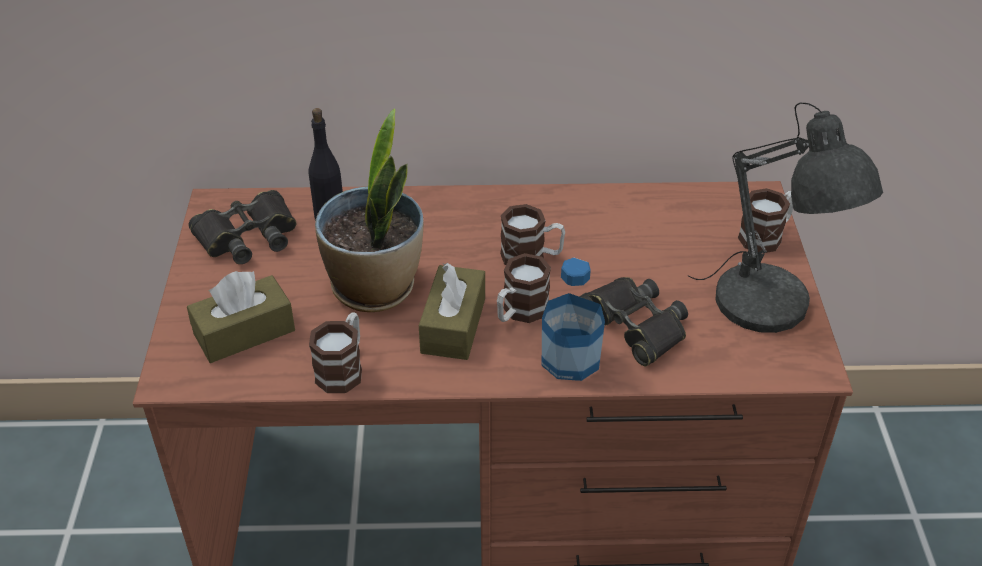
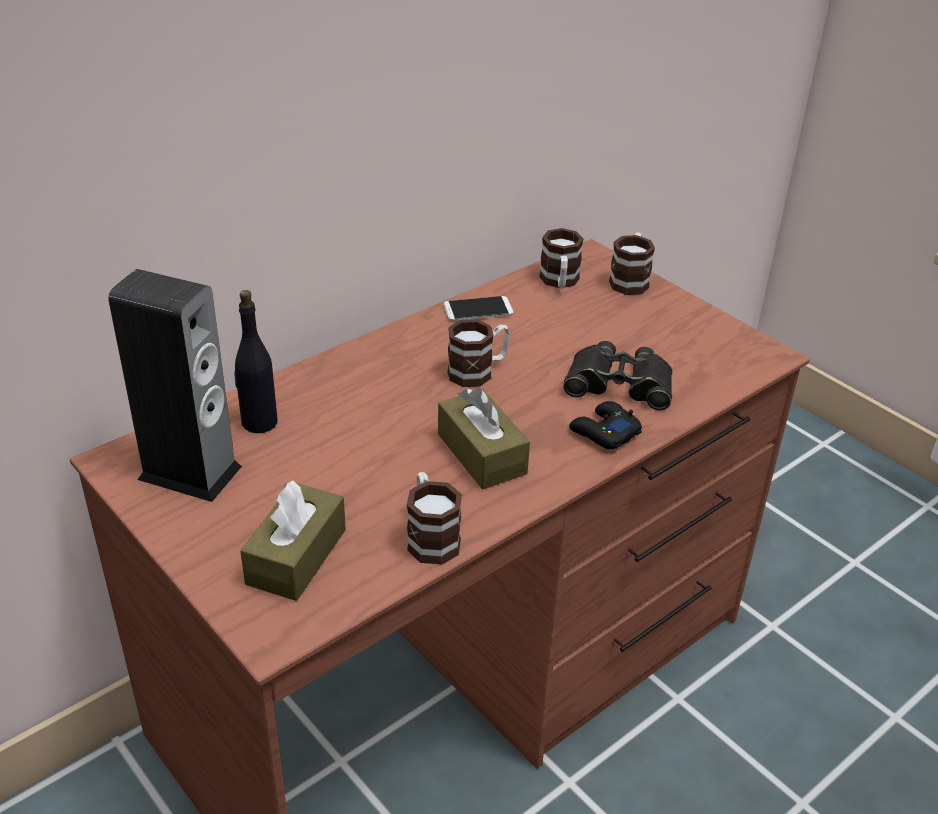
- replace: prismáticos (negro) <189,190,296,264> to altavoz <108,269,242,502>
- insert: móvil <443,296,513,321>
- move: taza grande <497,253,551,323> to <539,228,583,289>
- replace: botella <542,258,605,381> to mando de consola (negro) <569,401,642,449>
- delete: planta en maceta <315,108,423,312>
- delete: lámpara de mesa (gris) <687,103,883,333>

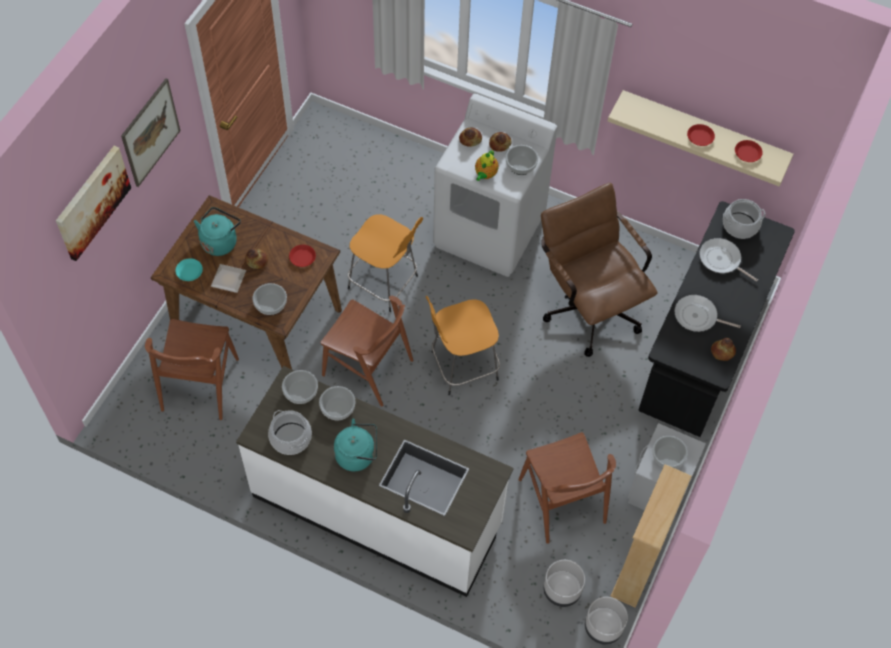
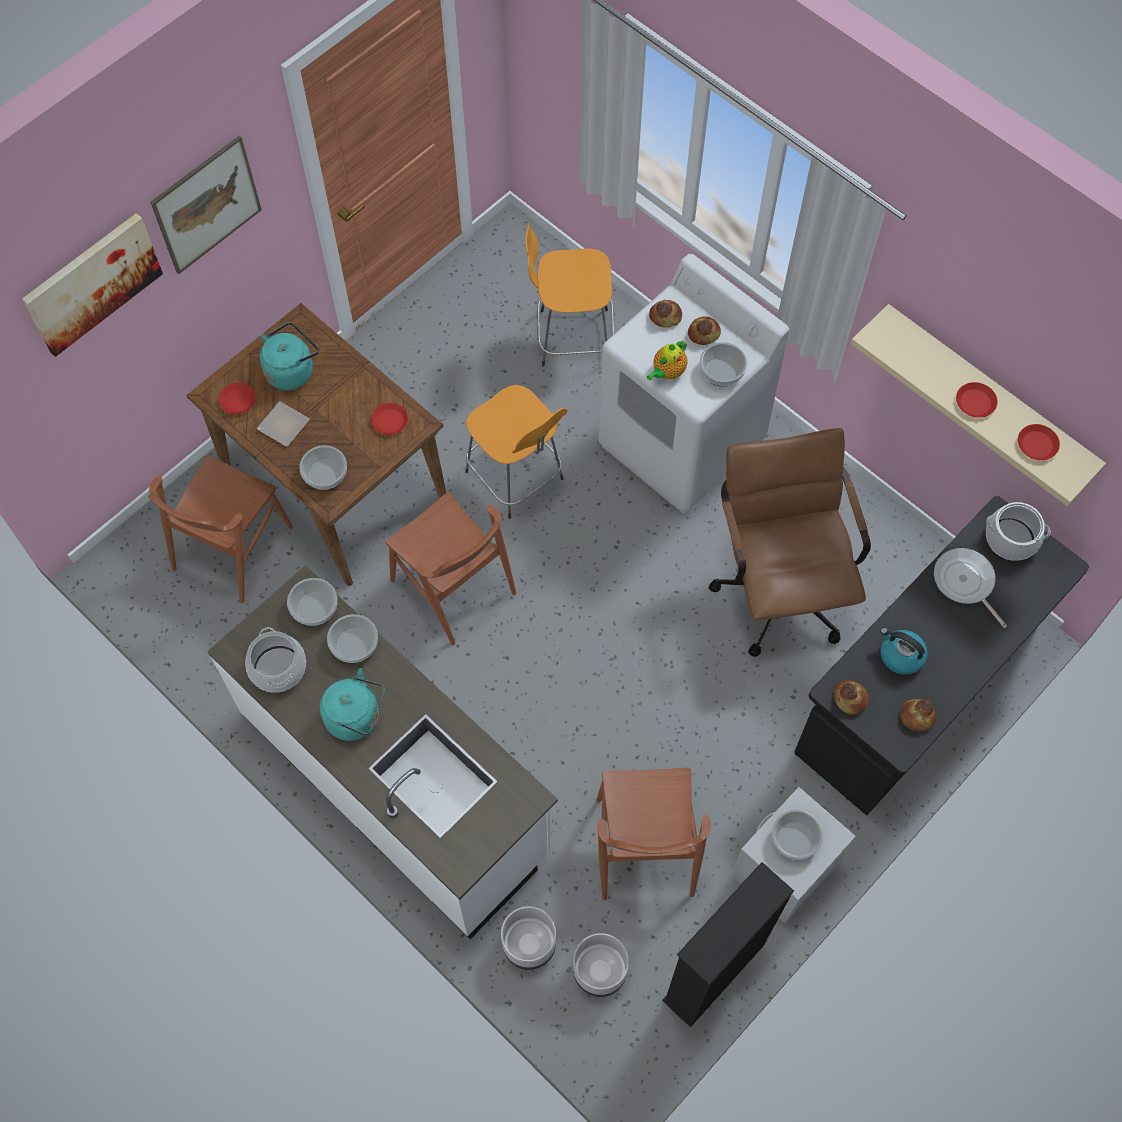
- recolor: plato (turquesa) <175,258,203,281> to plato (rojo) <219,383,256,414>
- move: maceta (gris) <585,597,628,645> to <501,906,556,970>
- move: taburete (naranja) <426,296,500,395> to <525,222,614,367>
- recolor: estantería (beis) <611,464,692,608> to estantería (negro) <662,862,794,1028>
- move: pan <245,248,268,269> to <834,680,869,715>
- replace: sartén <674,295,741,332> to hervidor <880,628,928,675>

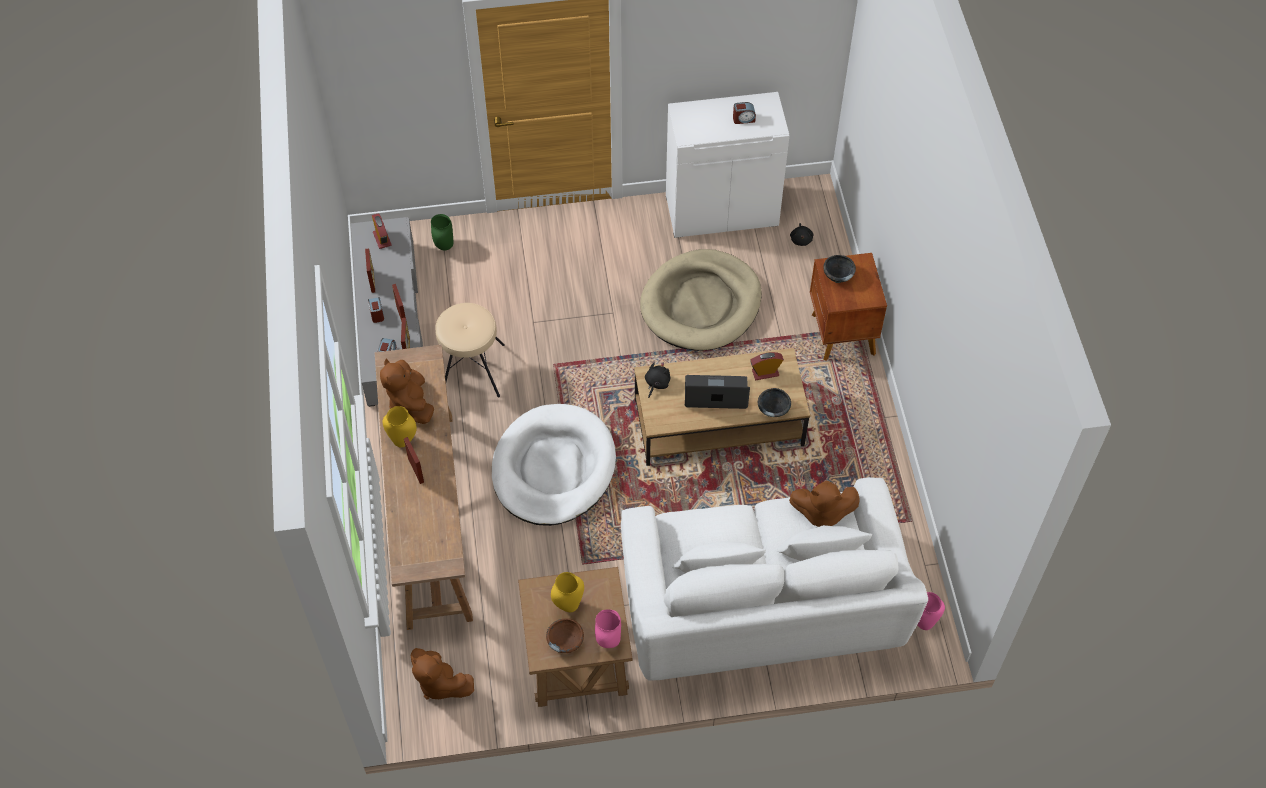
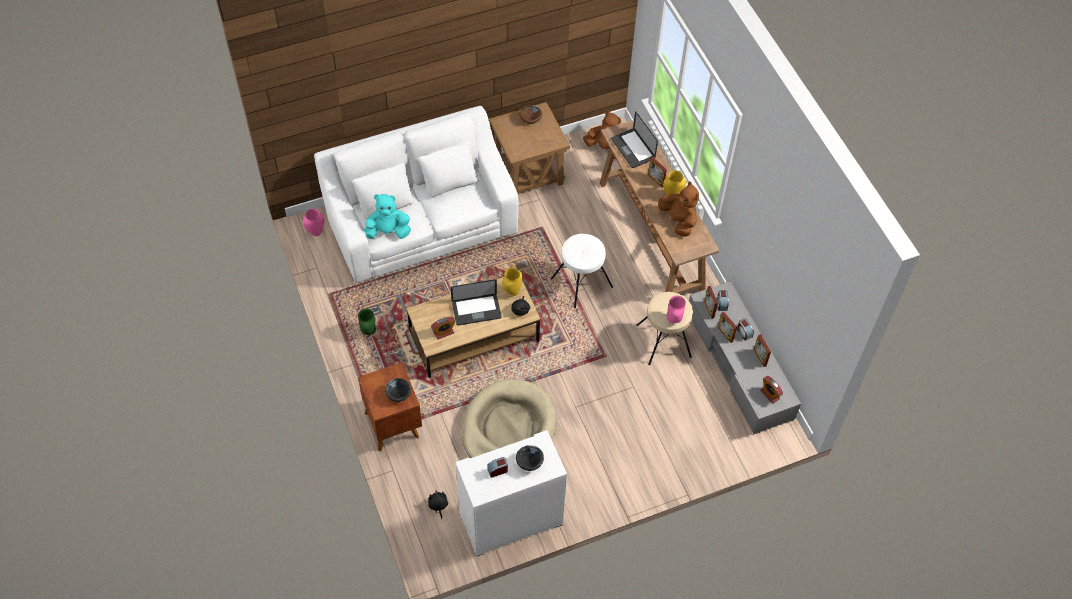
- move: florero (verde) <431,214,453,250> to <358,309,376,335>
- recolor: peluche (marrón) <789,481,860,527> to peluche (turquesa) <364,194,411,239>
- move: florero (amarillo) <551,572,584,612> to <502,268,523,296>
- move: cuenco (negro) <758,388,791,417> to <516,445,544,471>
- replace: cama para perro (blanco) <492,404,616,526> to taburete (blanco) <551,234,613,308>
- insert: portátil <611,111,658,168>
- move: florero (rosa) <595,609,621,648> to <667,296,686,323>

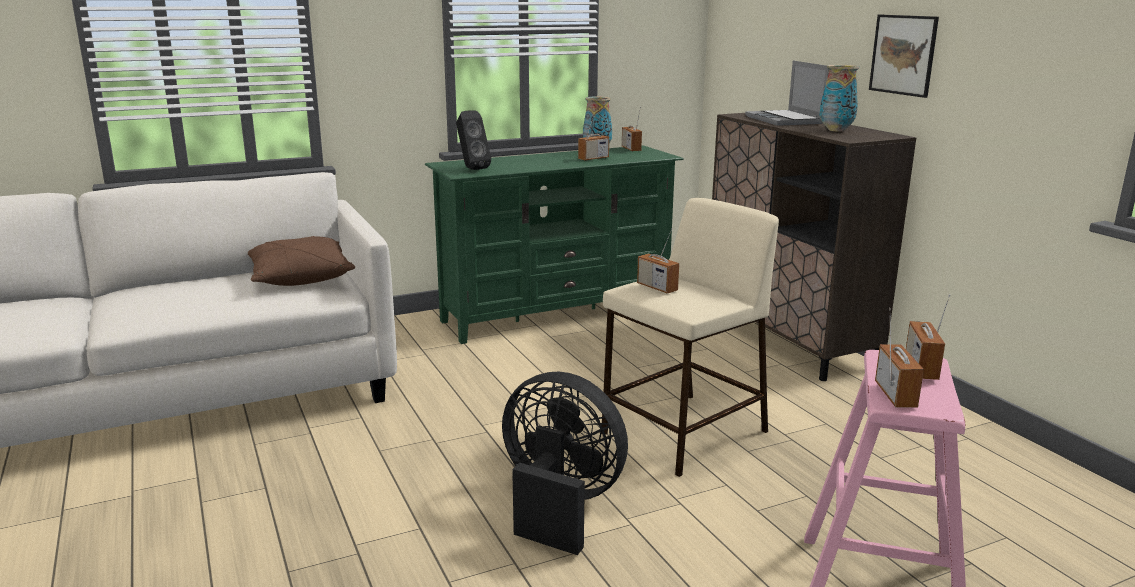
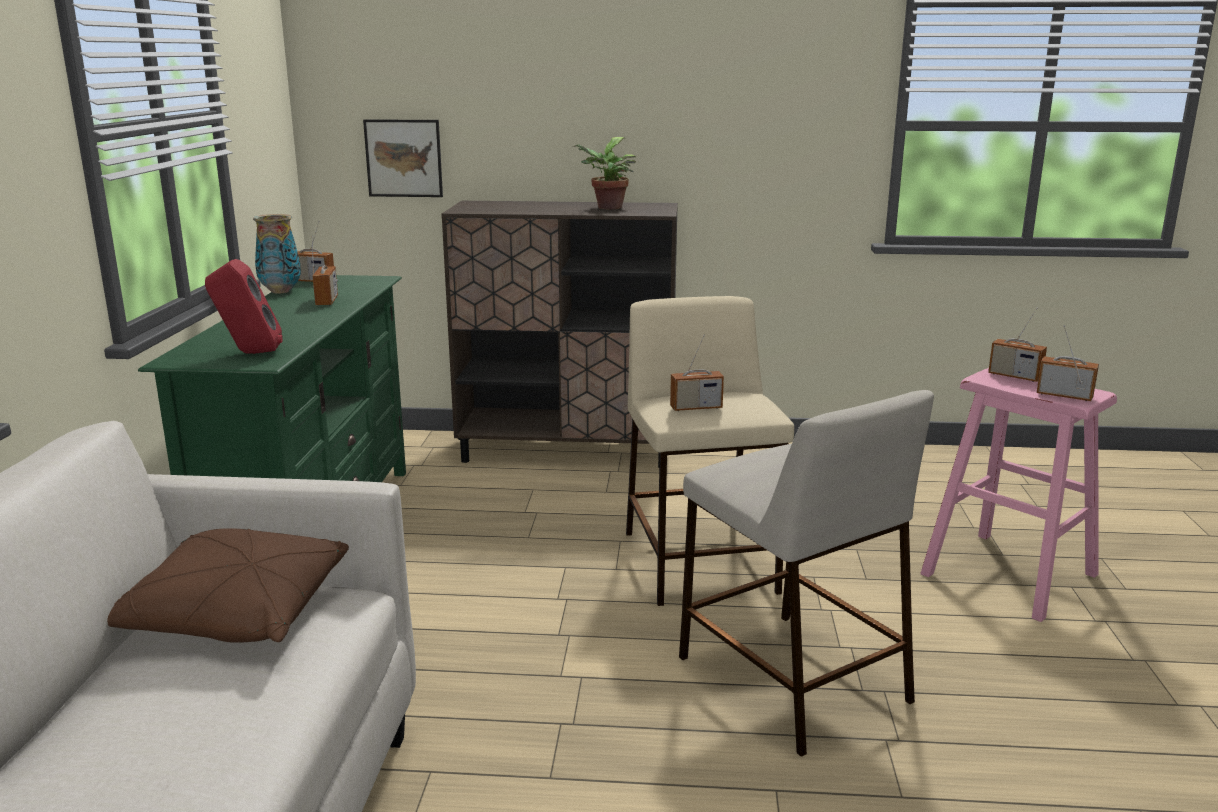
- recolor: altavoz (negro) <456,110,491,170> to altavoz (rojo) <205,259,282,354>
- move: cuadro <869,15,939,98> to <363,119,443,197>
- replace: florero <820,65,859,131> to planta en maceta <573,137,636,209>
- replace: ventilador (negro) <502,372,628,555> to taburete (beis) <679,390,934,757>
- delete: portátil <745,61,829,126>

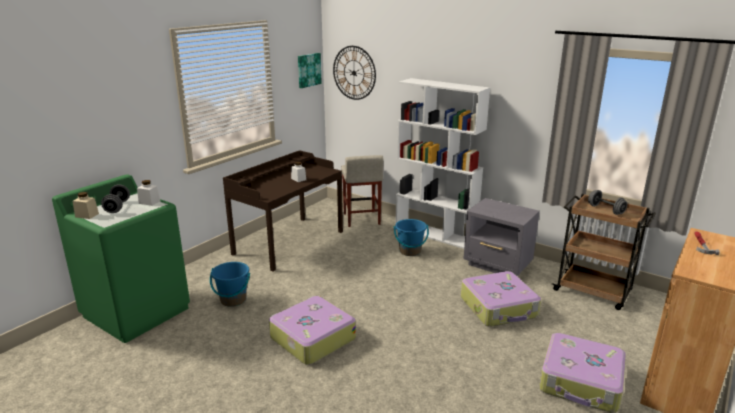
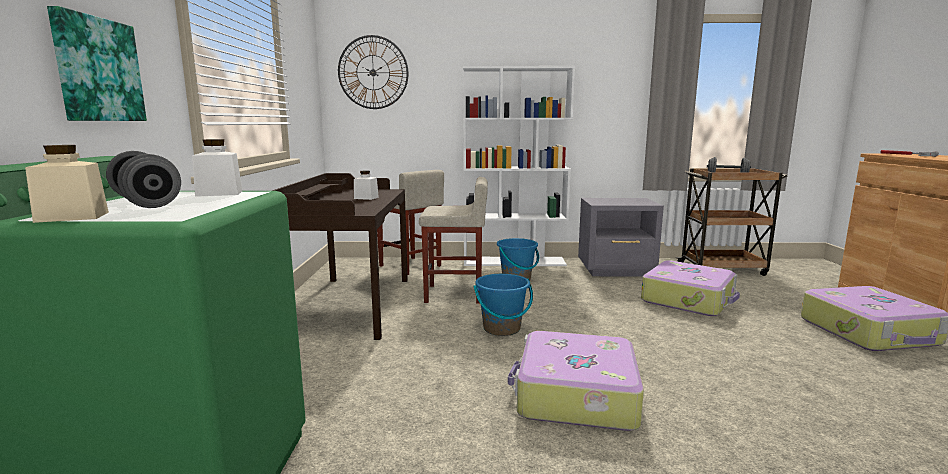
- move: cuadro <298,53,322,88> to <47,6,147,121>
- insert: taburete (beis) <419,177,488,304>
- move: cubo (azul) <210,262,250,307> to <474,274,533,336>

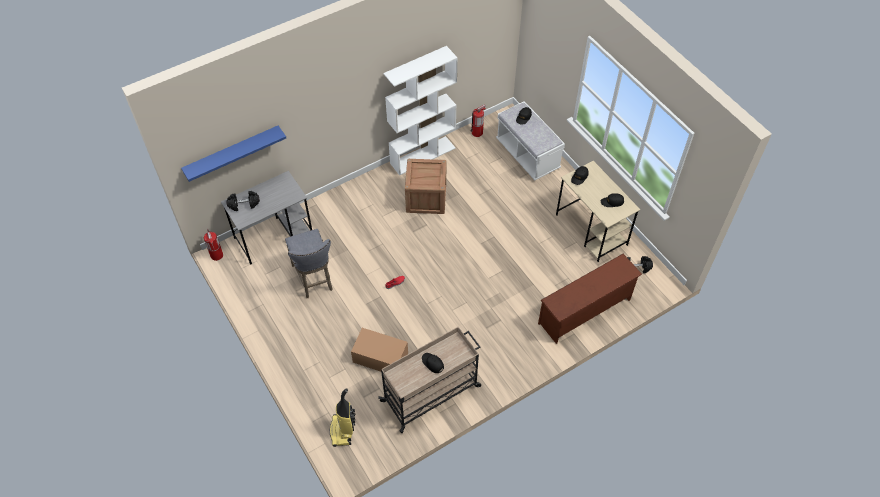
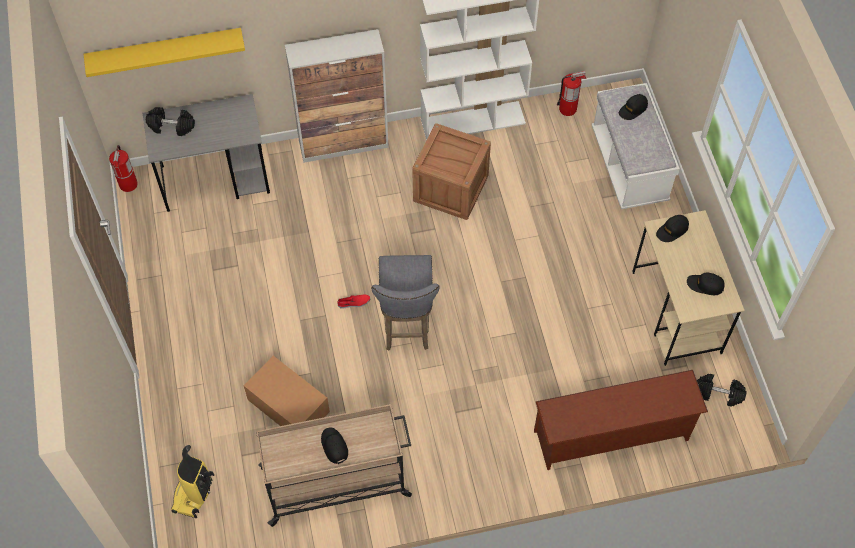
- recolor: estante (azul) <181,126,286,182> to estante (amarillo) <84,28,245,77>
- insert: armario <285,29,389,163>
- move: taburete (gris) <285,229,333,298> to <371,255,439,351>

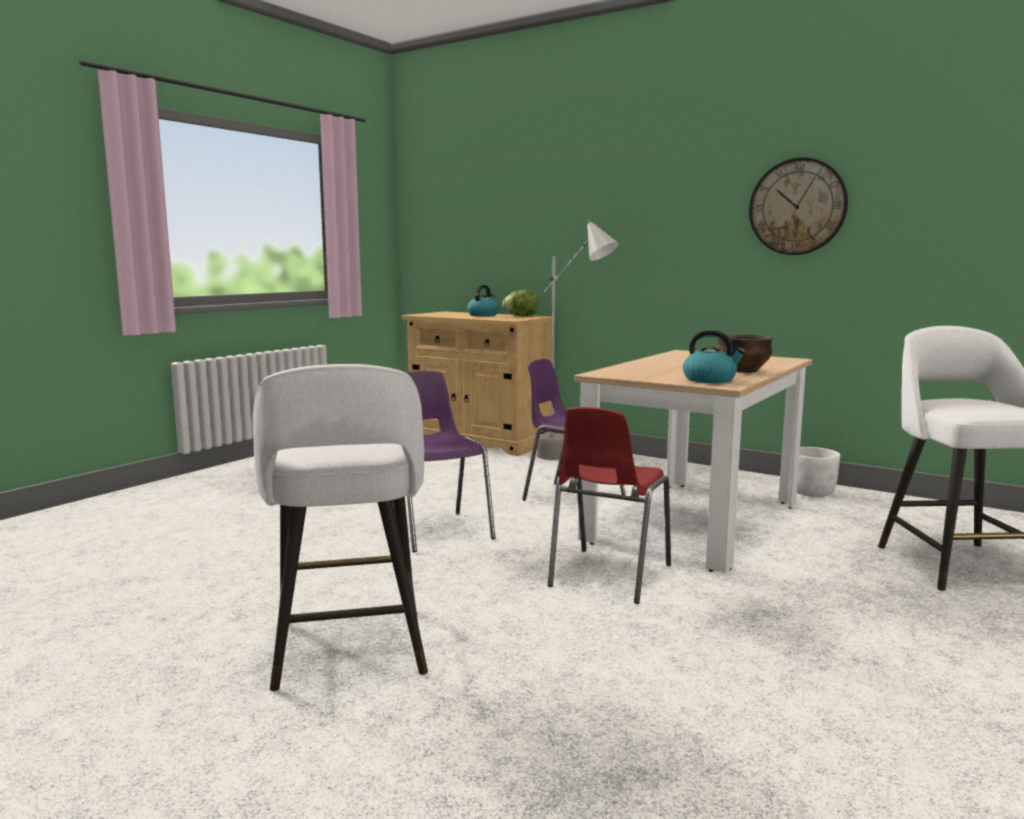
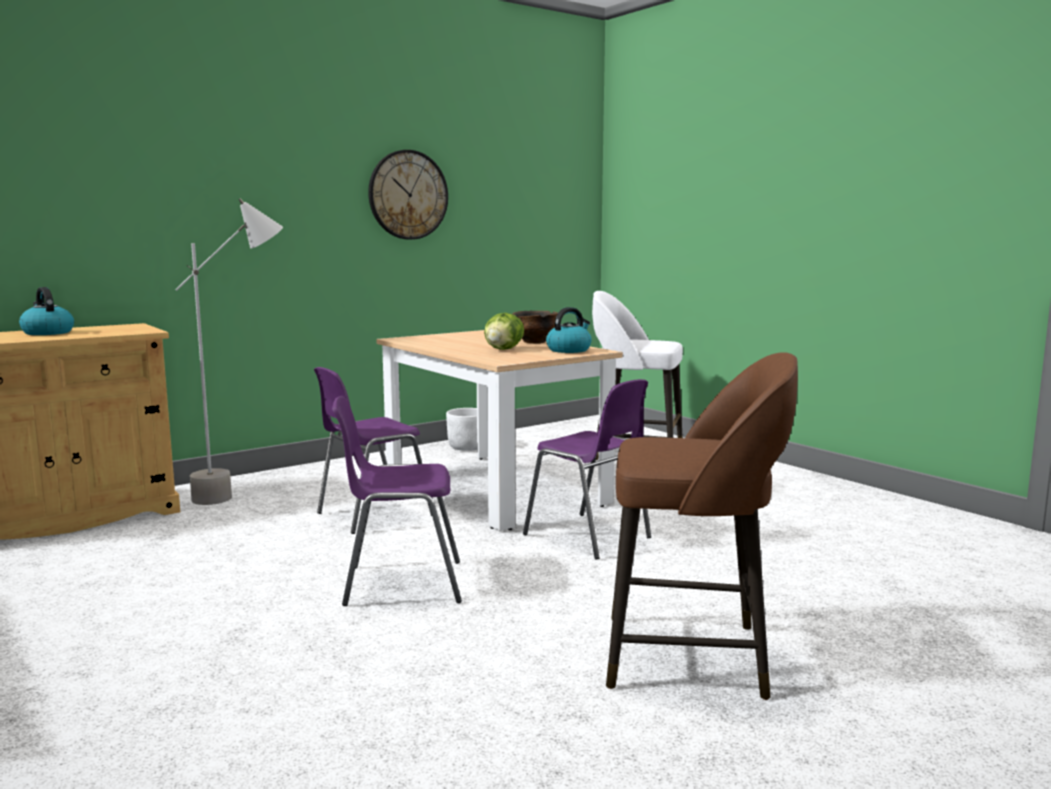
- move: lechuga <502,290,538,316> to <484,313,524,350>
- recolor: silla (rojo) <548,407,671,604> to silla (morado) <523,379,651,559>
- recolor: taburete (blanco) <253,364,428,692> to taburete (marrón) <606,352,798,700>

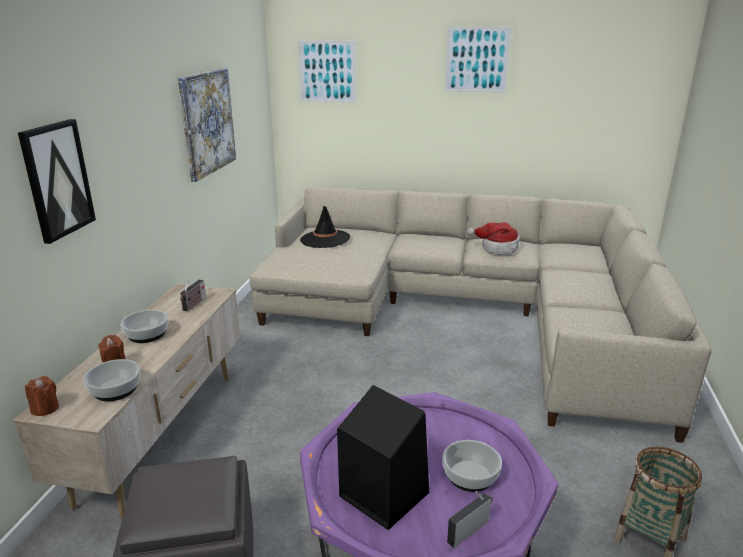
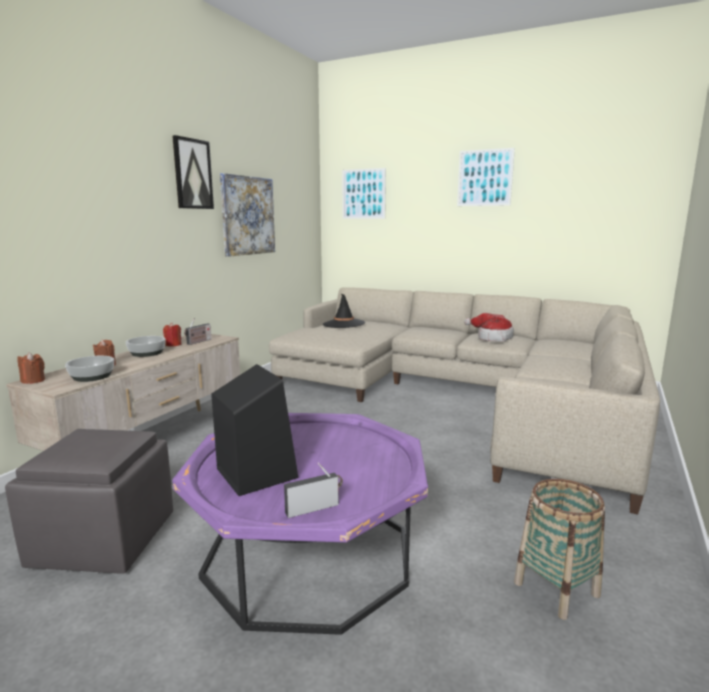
- insert: vela (rojo) <163,323,181,347>
- move: cuadro <18,119,96,244> to <172,135,214,209>
- delete: cuenco <442,440,502,492>

